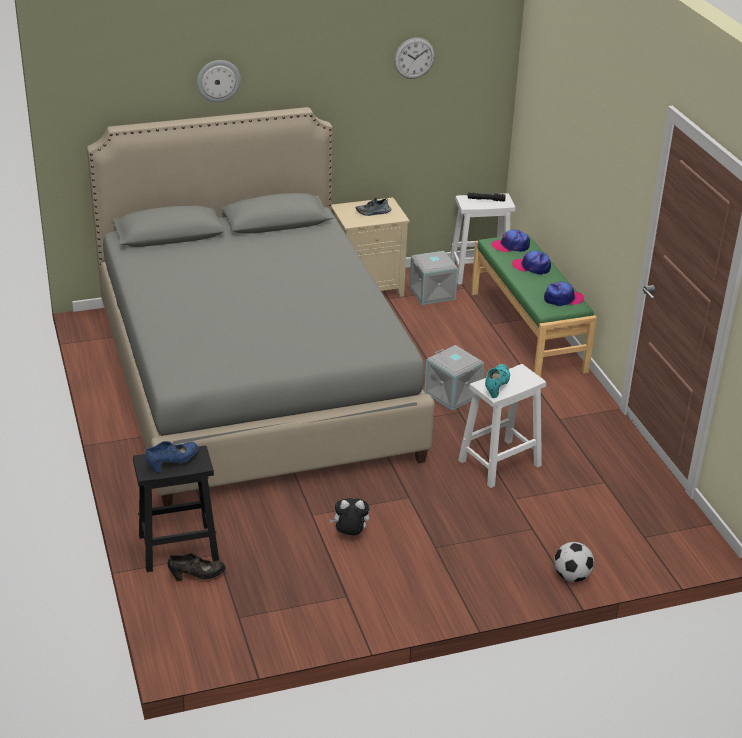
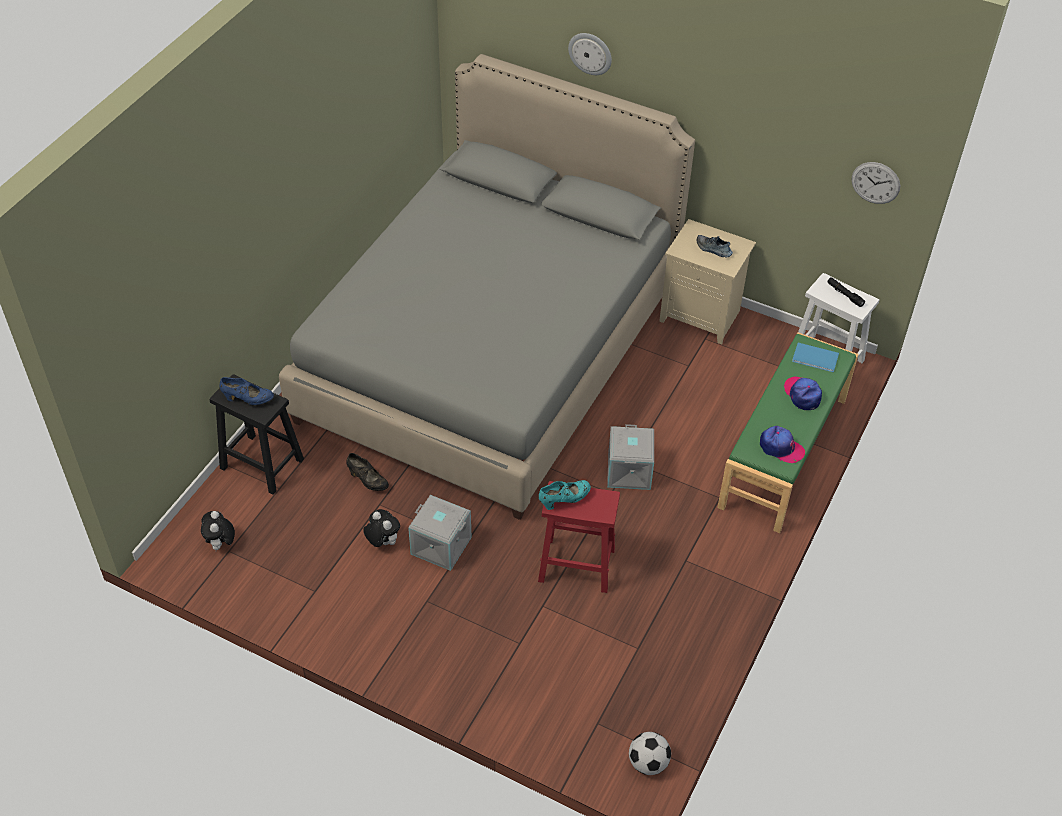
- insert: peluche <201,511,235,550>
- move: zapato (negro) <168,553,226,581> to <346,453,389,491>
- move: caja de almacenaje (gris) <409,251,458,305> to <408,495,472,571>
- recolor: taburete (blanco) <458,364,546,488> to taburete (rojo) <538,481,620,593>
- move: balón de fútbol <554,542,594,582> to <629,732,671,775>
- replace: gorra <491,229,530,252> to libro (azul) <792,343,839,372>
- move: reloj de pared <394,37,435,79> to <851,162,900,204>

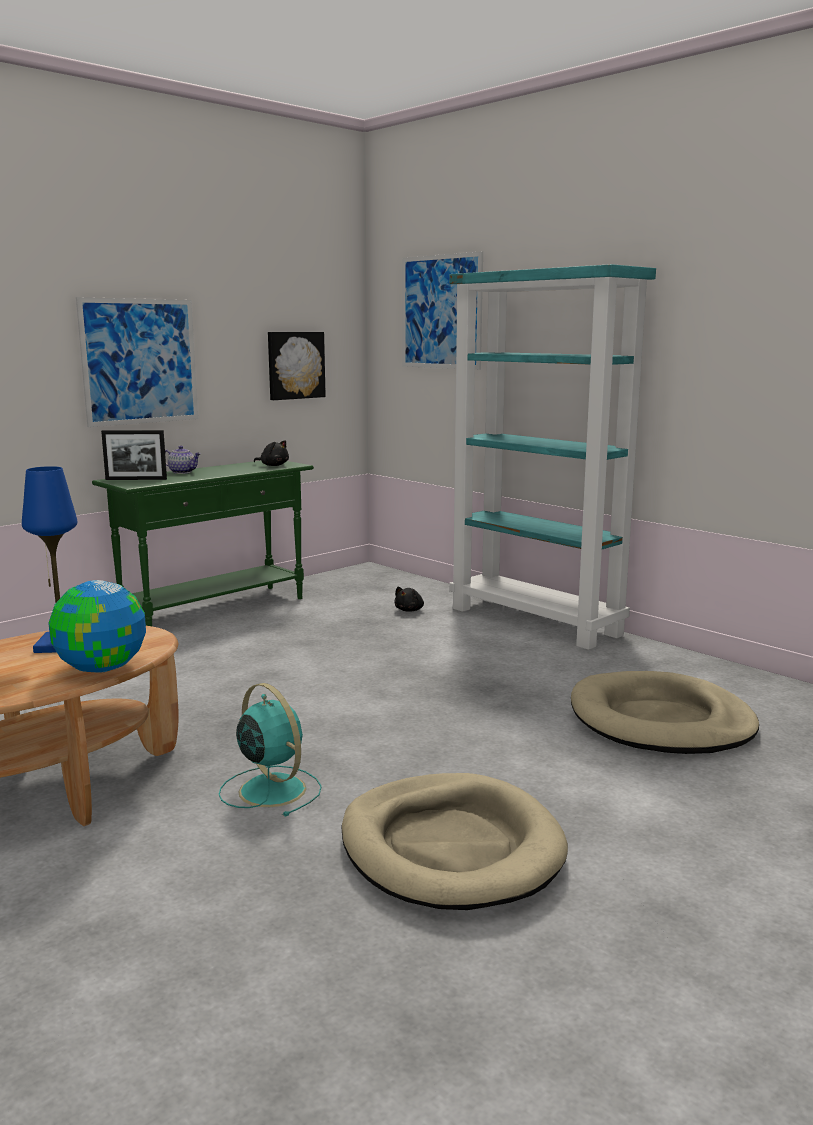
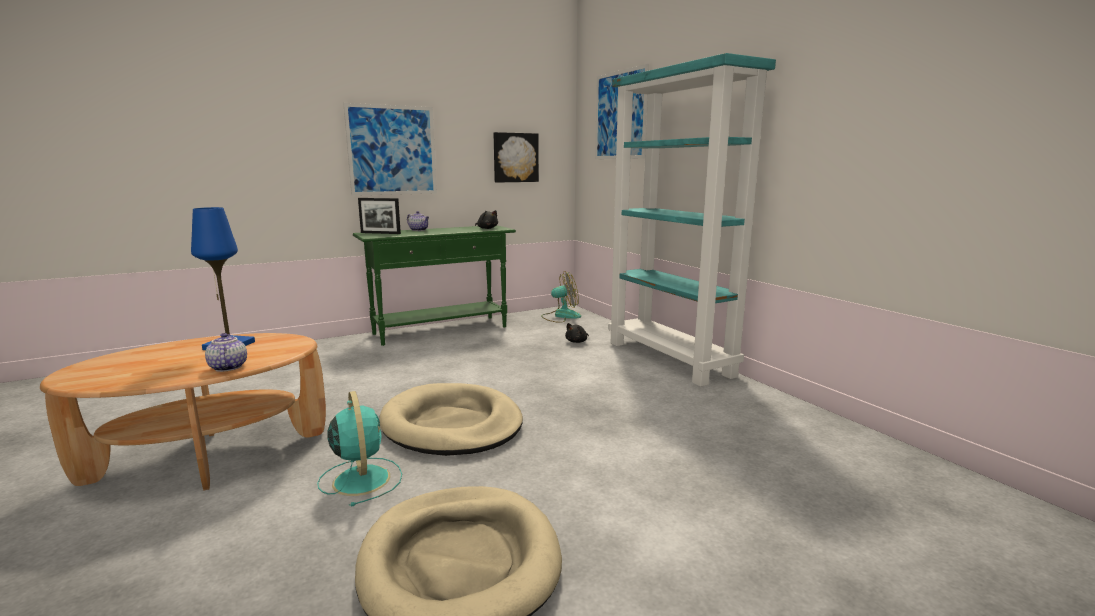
- replace: globo terráqueo <48,580,146,673> to tetera <205,333,247,372>
- move: cama para perro (beis) <571,671,759,754> to <379,383,523,456>
- insert: ventilador <541,271,581,323>

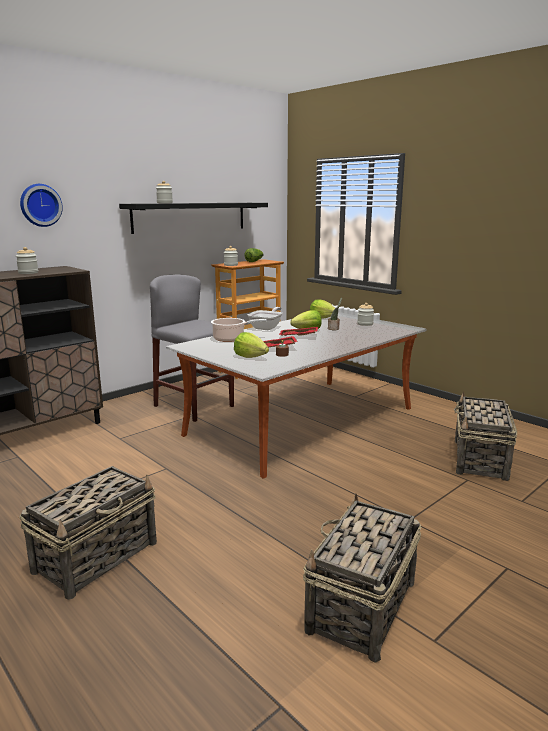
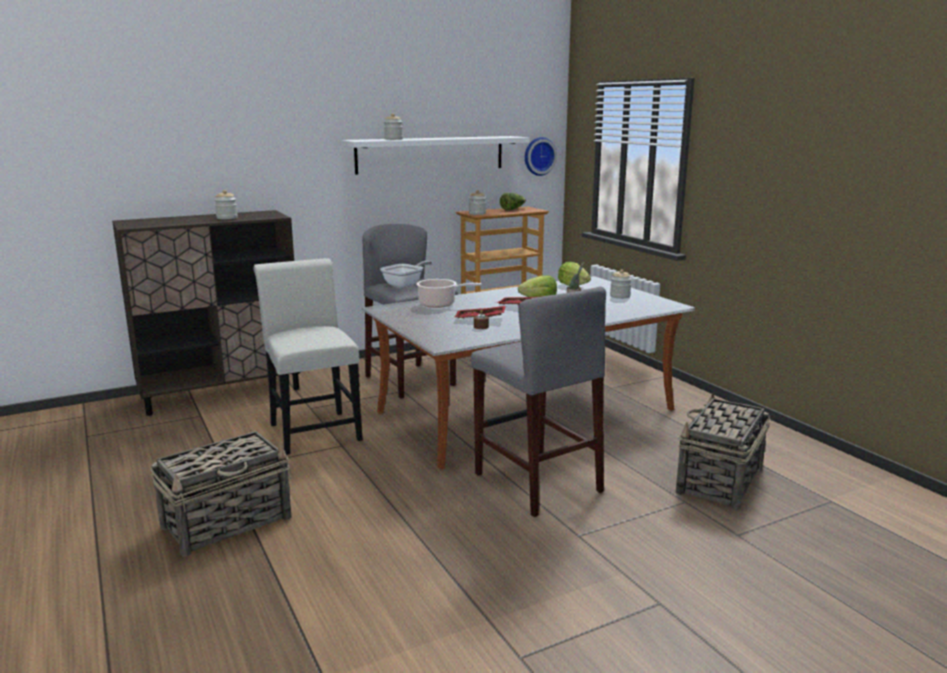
- insert: silla (blanco) <254,258,363,455>
- recolor: estante (negro) <119,203,268,234> to estante (blanco) <341,136,529,175>
- move: sartén <248,307,283,330> to <380,261,432,288>
- insert: taburete (gris) <471,287,606,517>
- move: reloj de pared <20,184,63,227> to <525,137,557,176>
- delete: lechuga <234,332,269,358>
- delete: cesta <303,494,421,663>

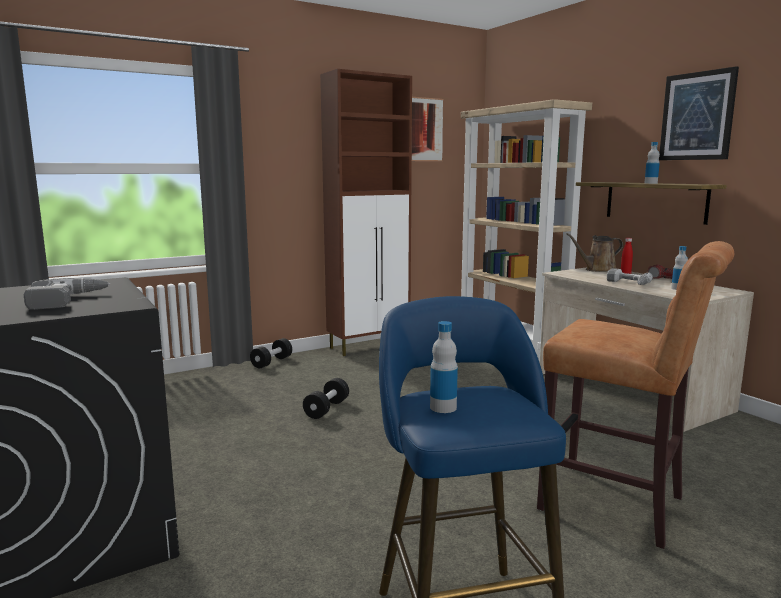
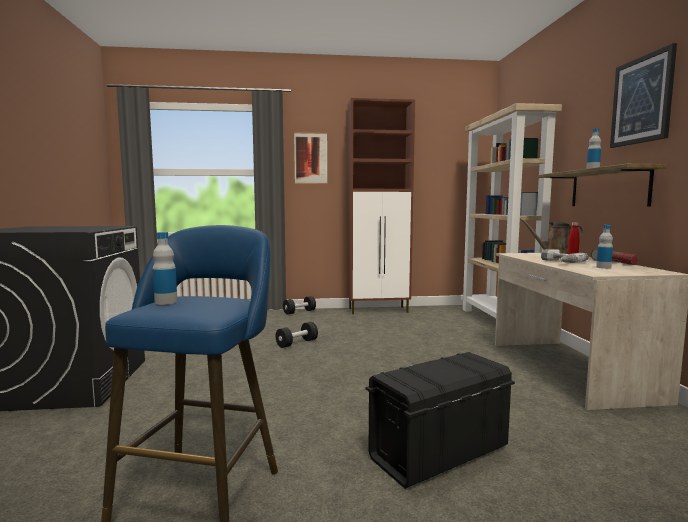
- move: cuadro <412,97,444,161> to <294,132,327,184>
- replace: taburete (marrón) <537,241,734,549> to caja de almacenaje (negro) <366,352,515,489>
- delete: taladro <23,278,110,310>

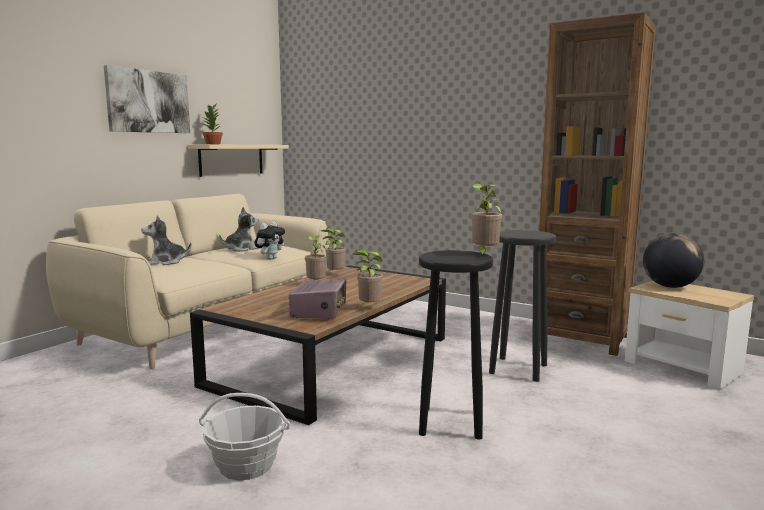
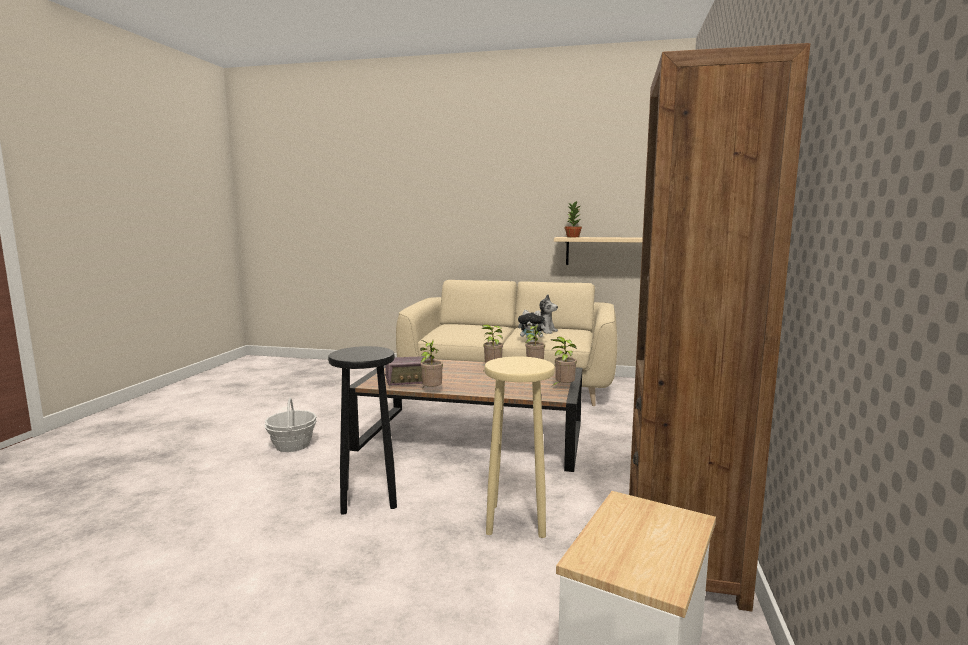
- recolor: taburete (negro) <489,230,556,382> to taburete (beis) <485,356,555,538>
- move: planta en maceta <471,183,503,257> to <550,337,577,388>
- delete: cuadro <104,65,190,133>
- delete: peluche <141,215,191,265>
- delete: globo terráqueo <643,233,704,288>

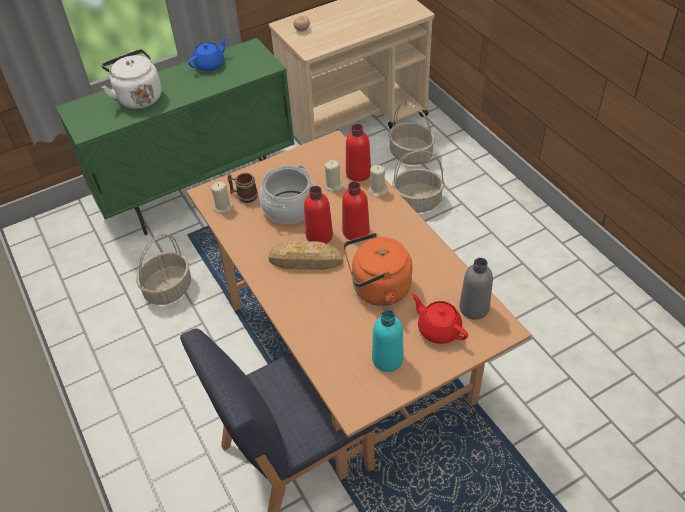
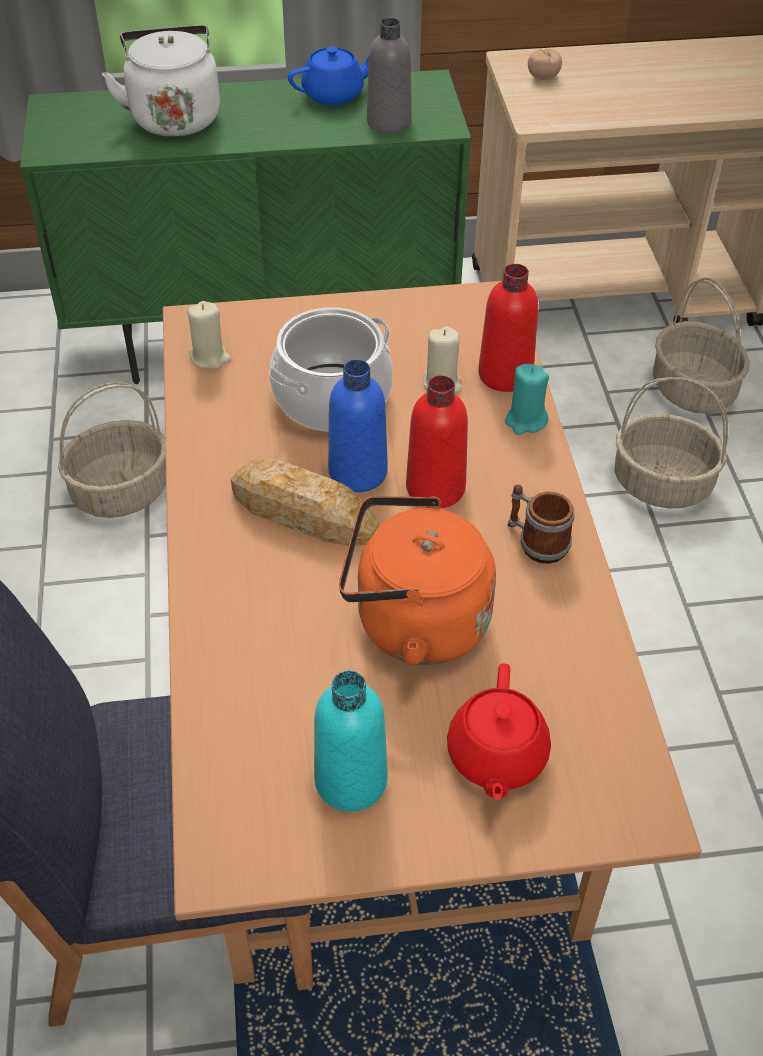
- recolor: botella (rojo) <304,186,333,244> to botella (azul) <328,359,388,492>
- move: botella (gris) <459,258,493,320> to <367,18,412,133>
- rotate: tetera (rojo) <411,293,468,344> = <447,663,551,800> 150 degrees counterclockwise
- recolor: vela (beis) <369,165,388,198> to vela (turquesa) <505,364,549,435>
- move: taza grande <228,173,258,203> to <507,484,574,564>

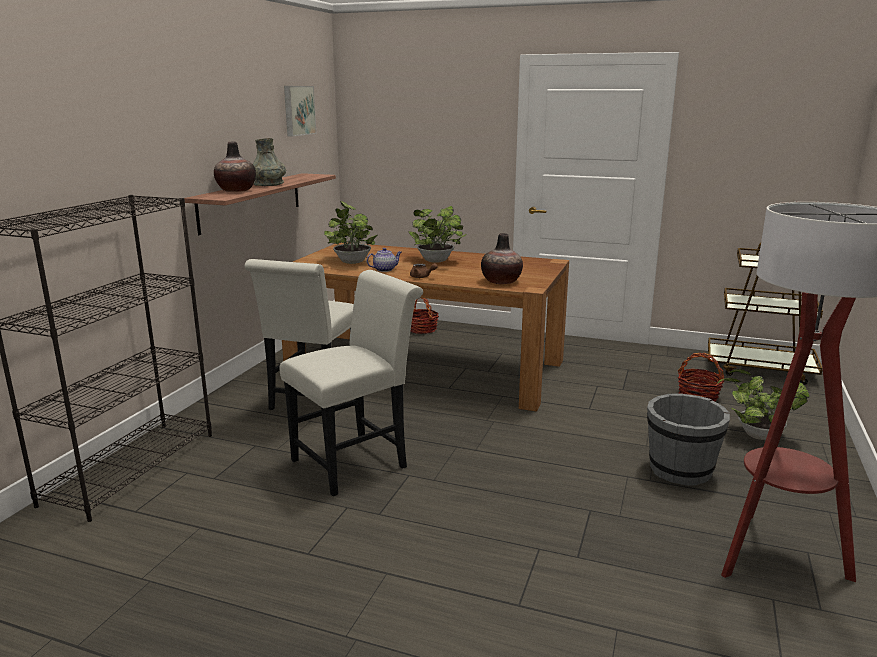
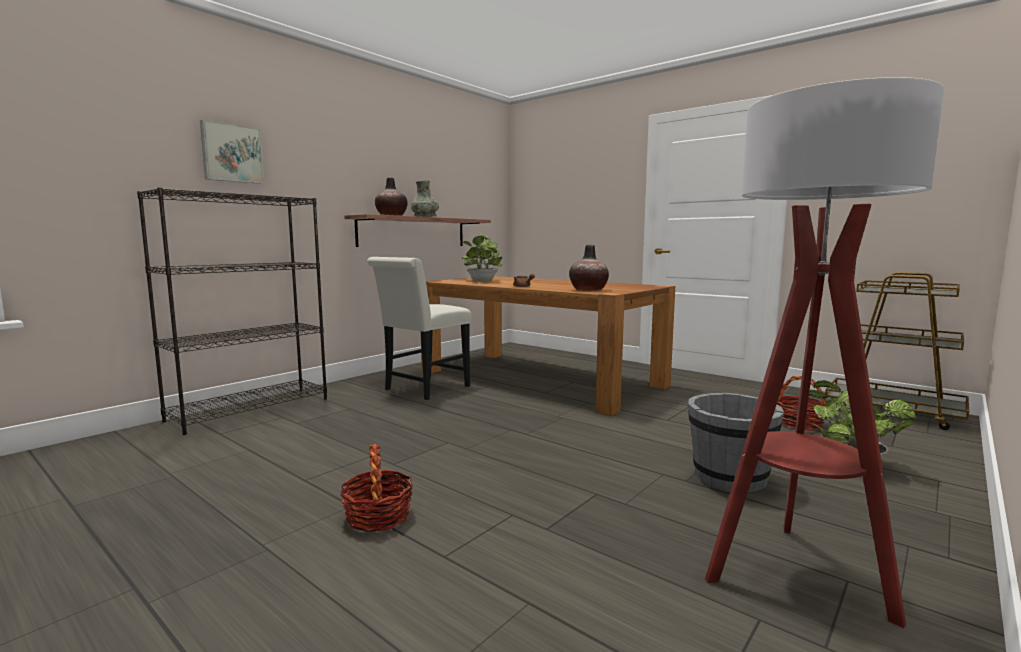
- move: cuadro <284,86,316,137> to <200,120,264,184>
- move: cesta <410,298,439,334> to <340,444,413,532>
- delete: silla (blanco) <279,270,423,496>
- delete: tetera <367,248,401,272>
- delete: planta en maceta <409,206,467,263>

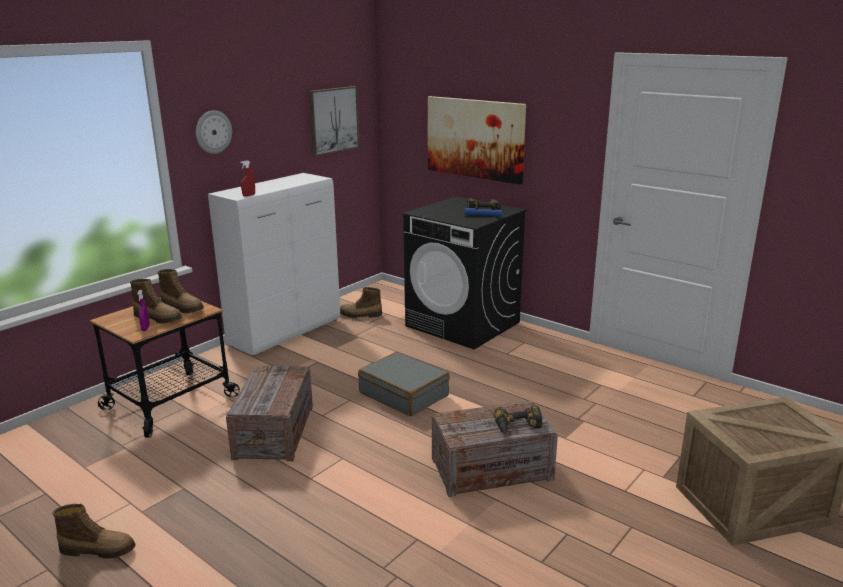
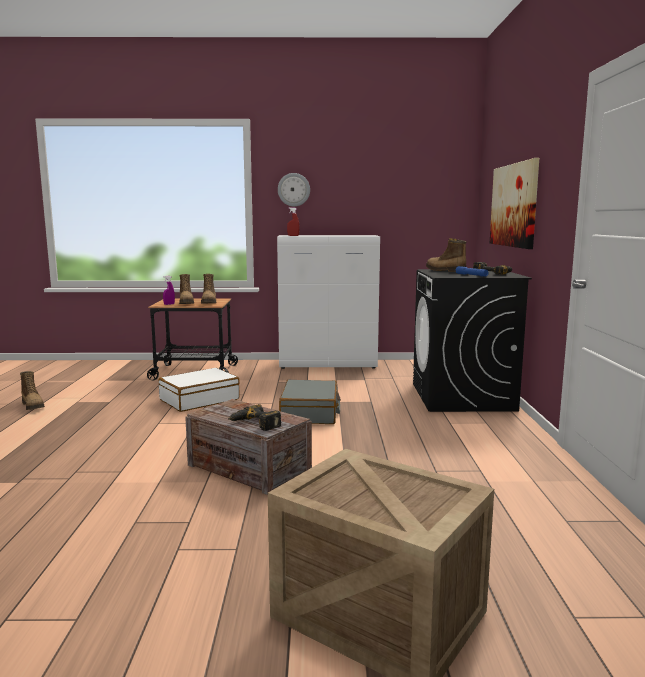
- replace: caja de embalaje <226,366,313,461> to maleta (blanco) <159,368,240,412>
- move: bota <340,287,382,318> to <426,238,466,272>
- delete: cuadro <309,86,360,156>

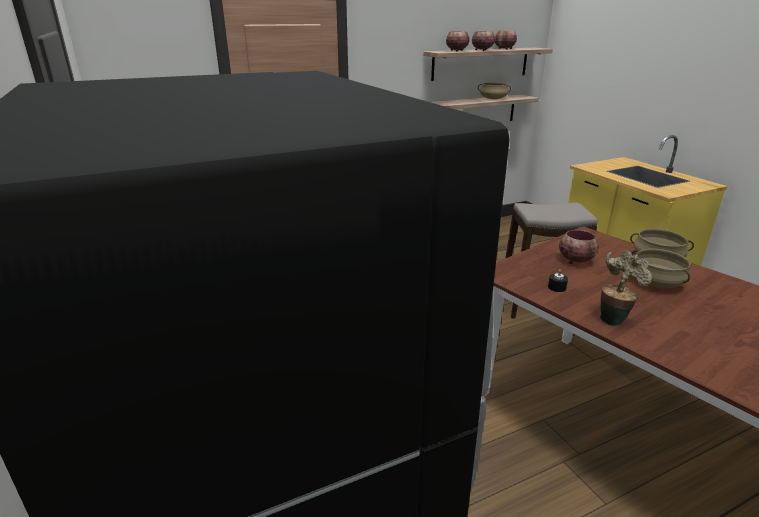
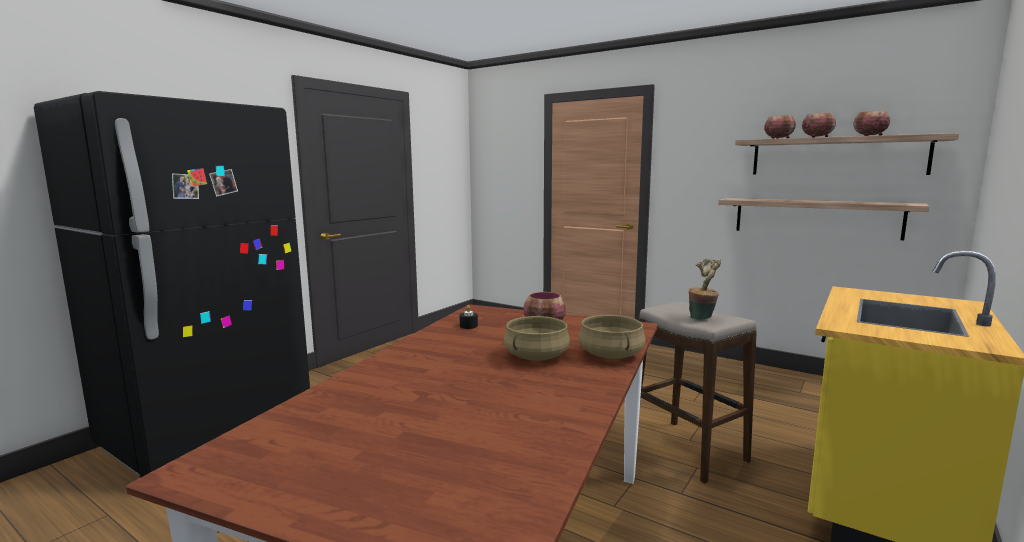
- move: planta en maceta <600,250,652,326> to <689,259,721,320>
- delete: olla (beis) <478,82,511,99>

